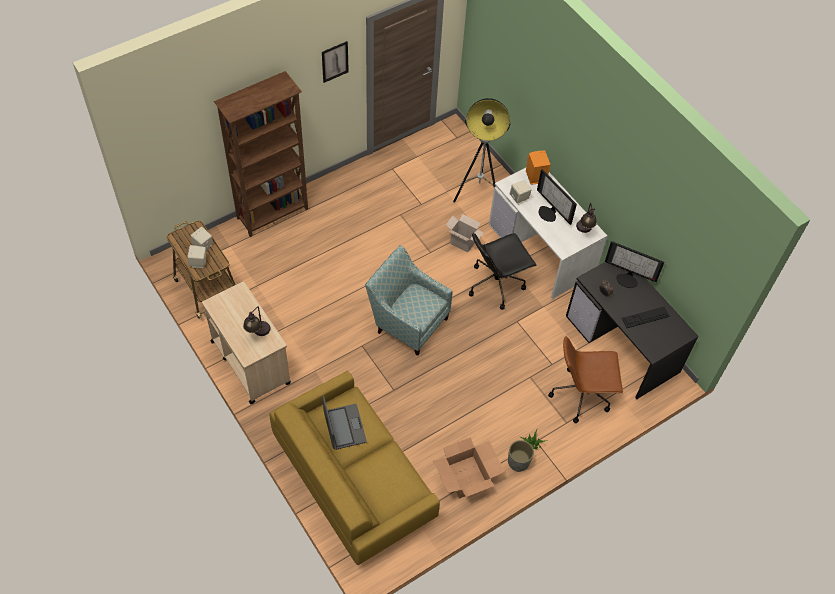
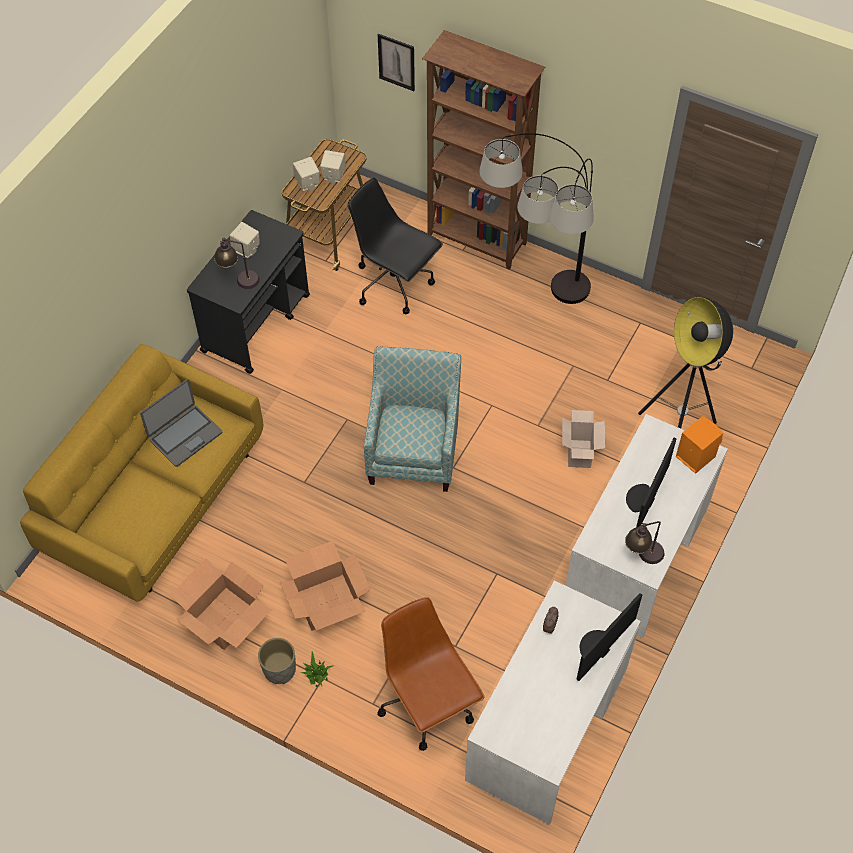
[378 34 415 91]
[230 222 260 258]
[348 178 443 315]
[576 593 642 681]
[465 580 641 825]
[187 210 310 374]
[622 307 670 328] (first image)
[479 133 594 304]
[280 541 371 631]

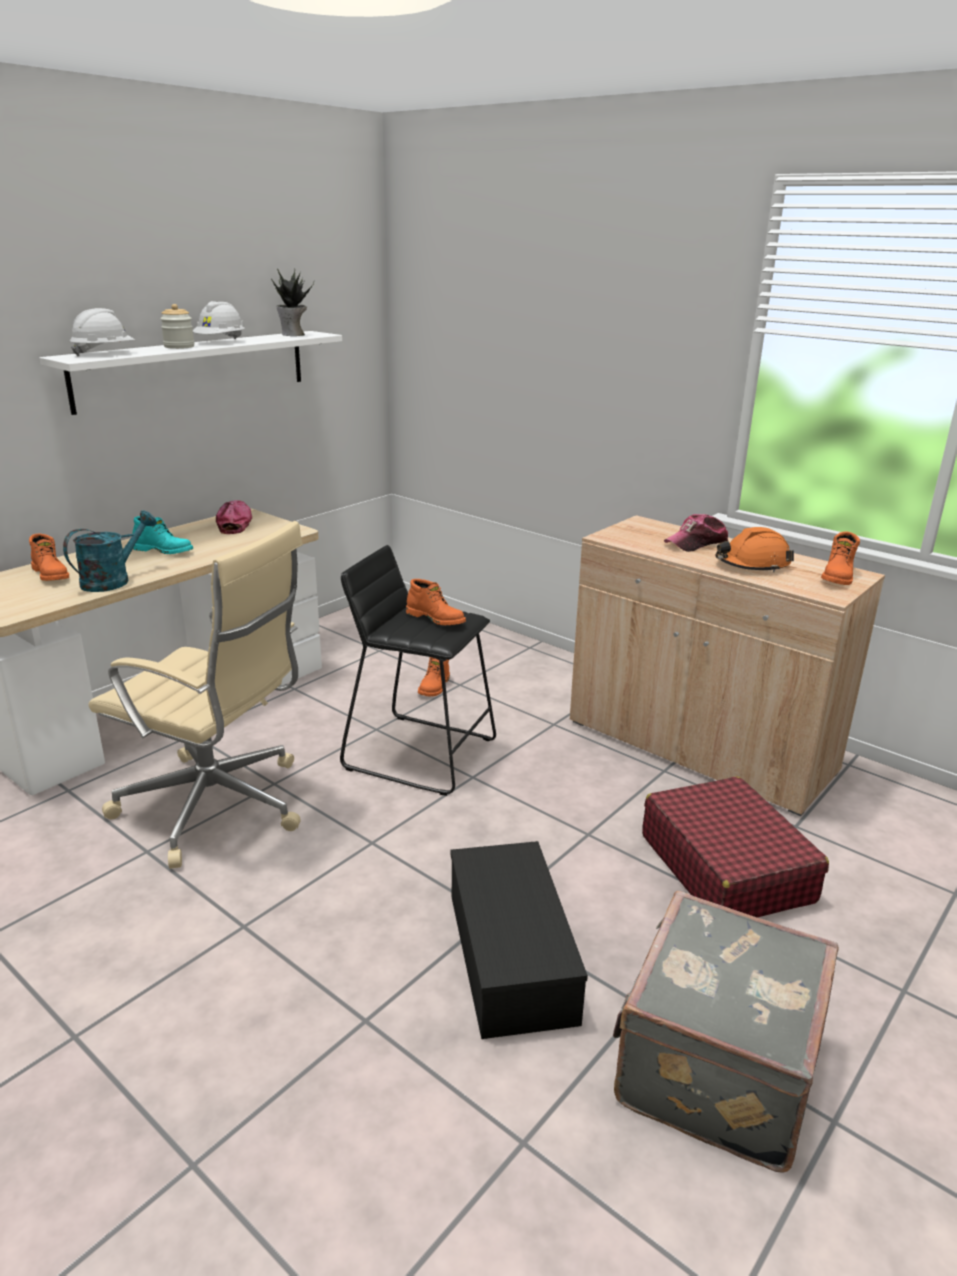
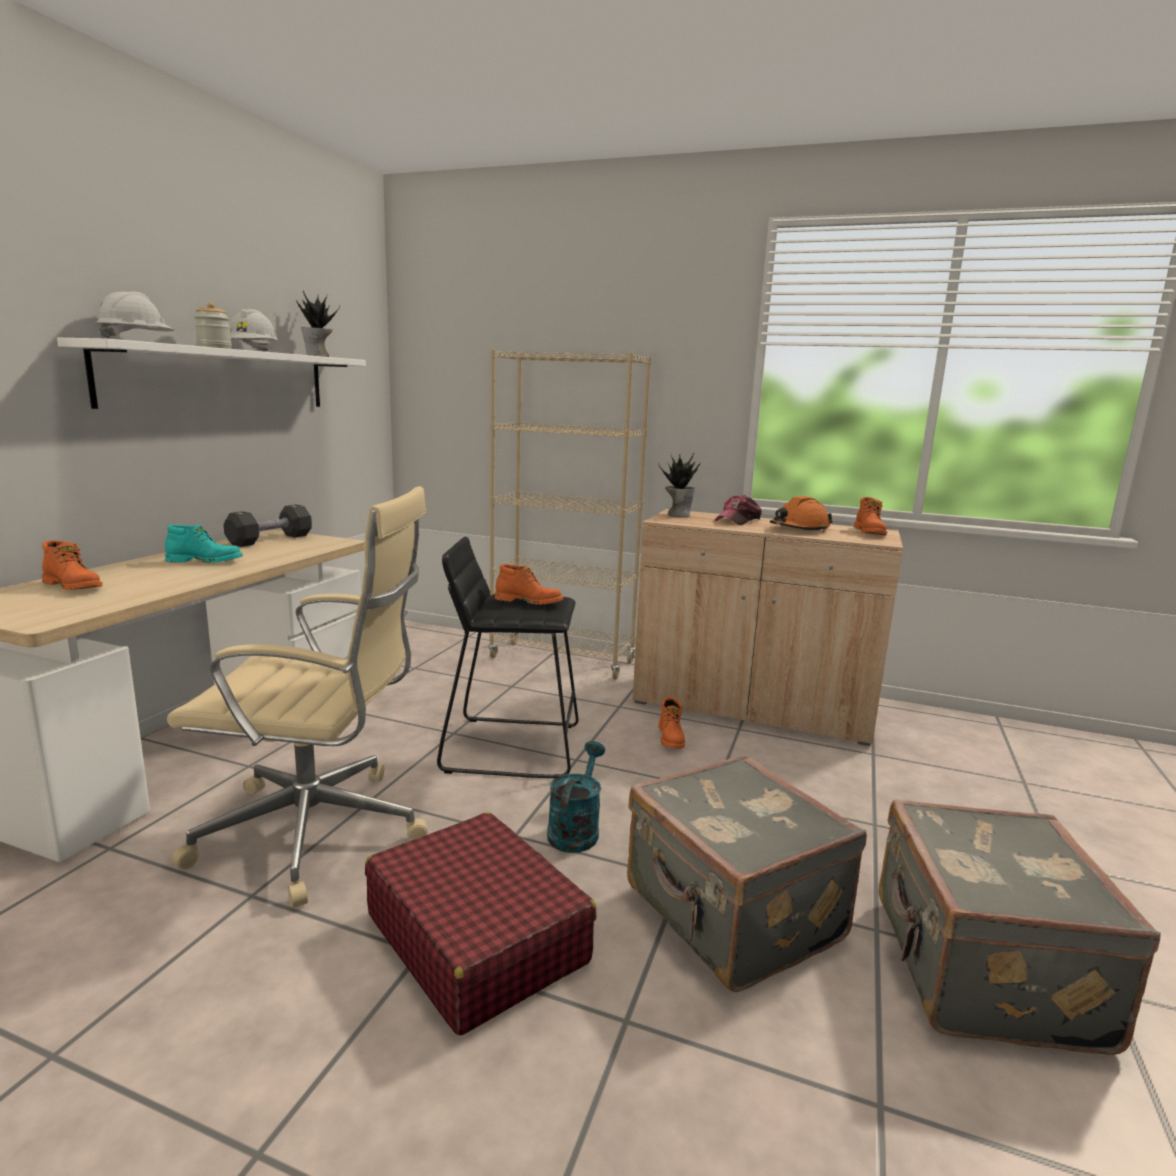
[224 505 312 547]
[547 741 605 853]
[658 697 685 749]
[365 812 597 1036]
[627 755 867 992]
[488 350 651 679]
[658 453 700 517]

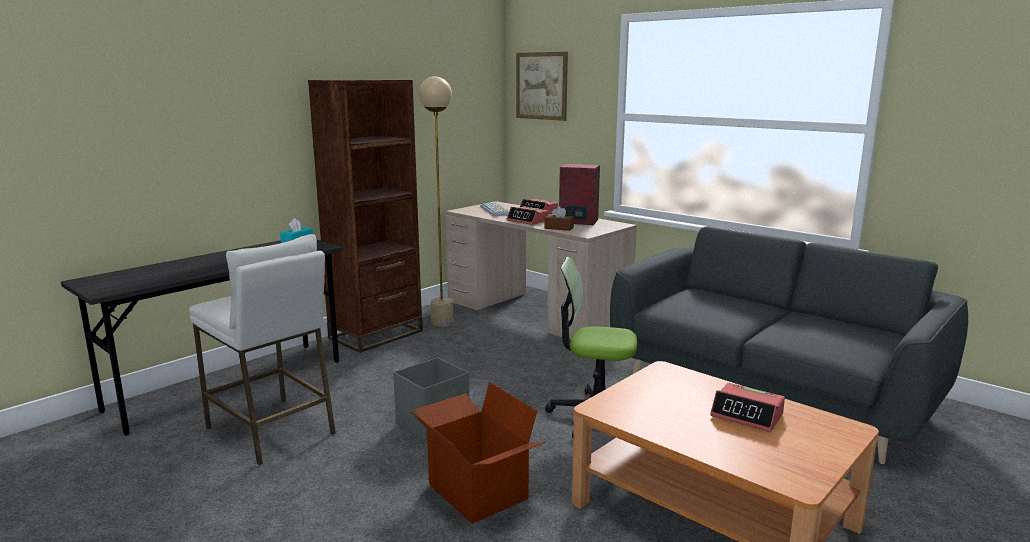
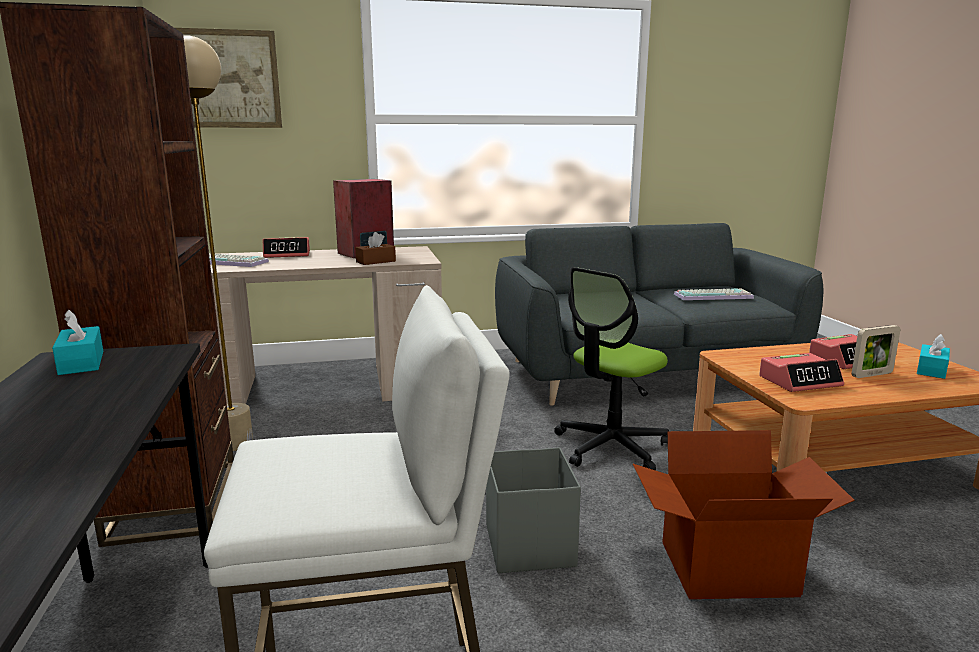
[759 353 844 392]
[674 288 754 300]
[852 325 900 378]
[917 334 950 379]

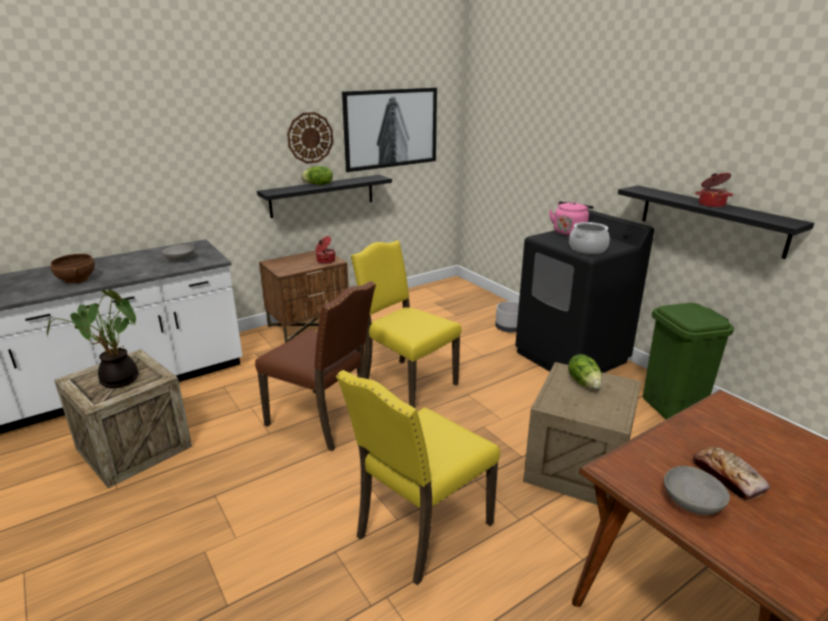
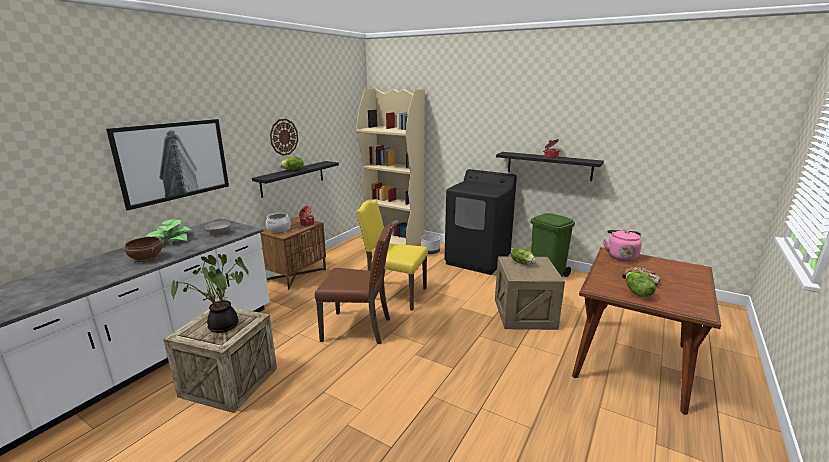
[106 119 229 211]
[603 230 642 261]
[266 213 291 233]
[336 370 500 585] (first image)
[626 271 656 298]
[356 89 425 245]
[146 219 191 246]

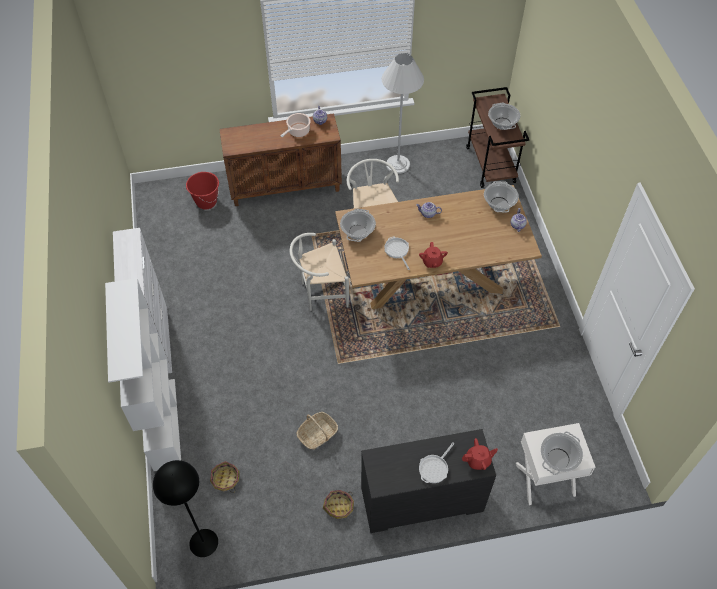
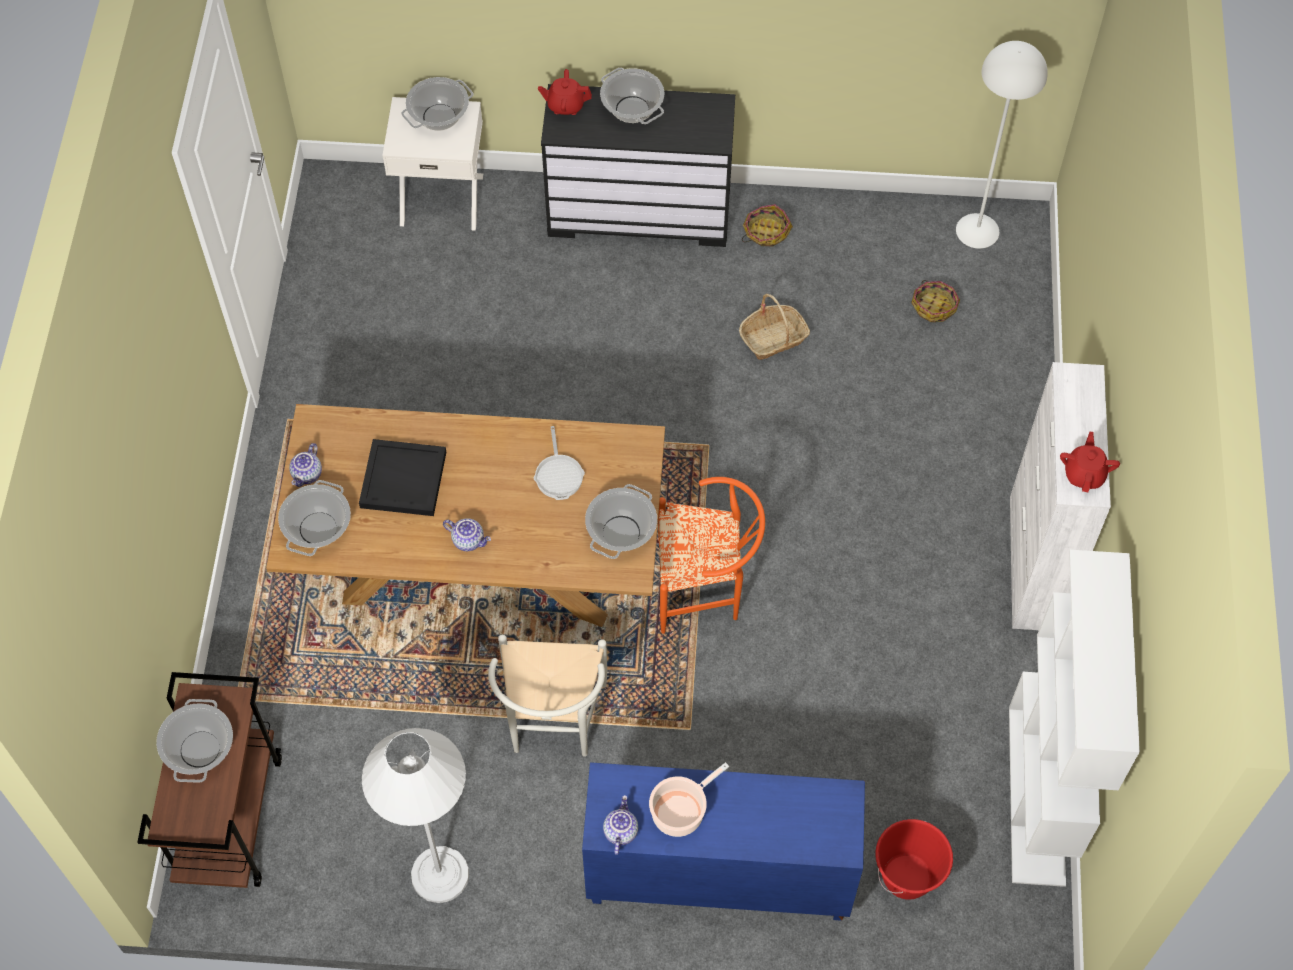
[582 762 865 921]
[658 477 765 633]
[1060 432 1120 492]
[1009 550 1140 887]
[600 68 664 124]
[956 41 1048 249]
[359 439 446 516]

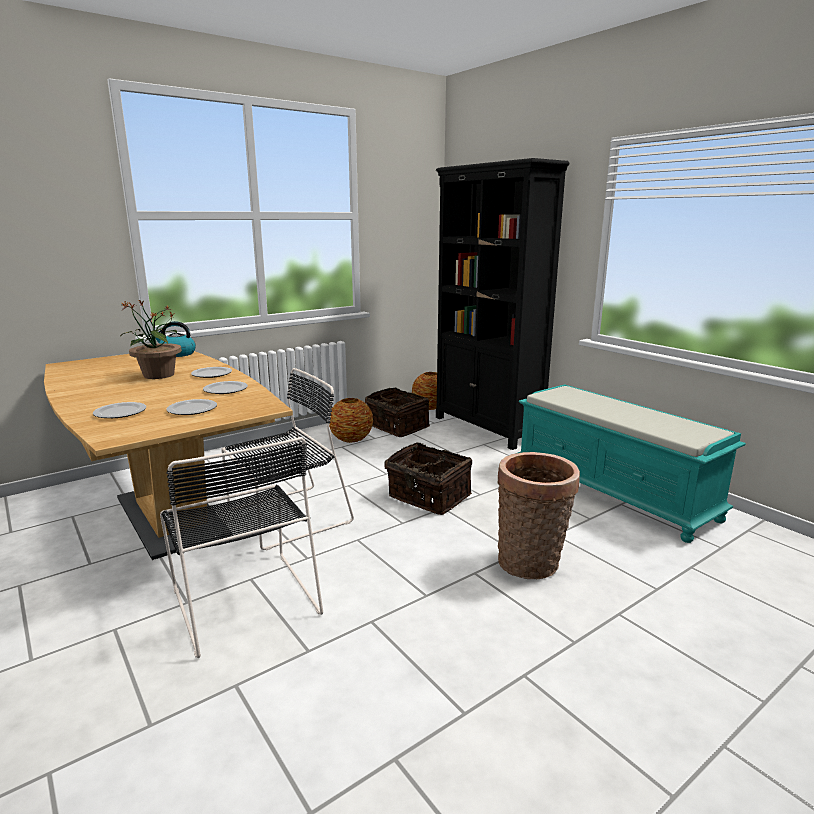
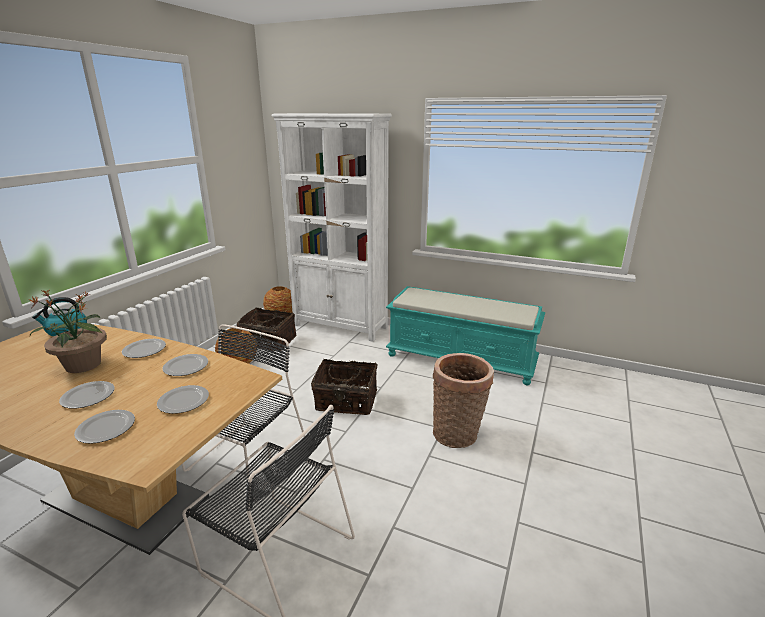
[271 113 392 342]
[59 381 115 408]

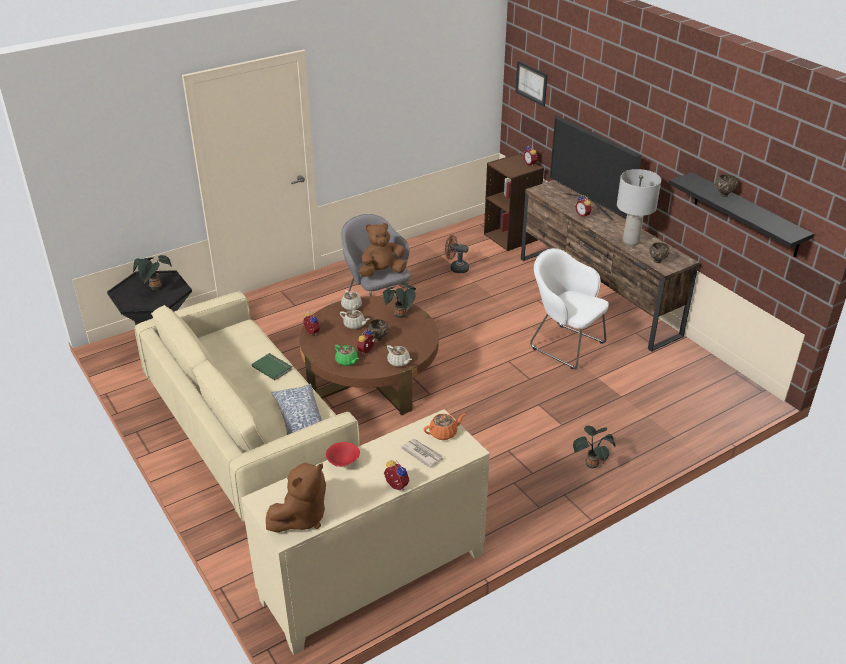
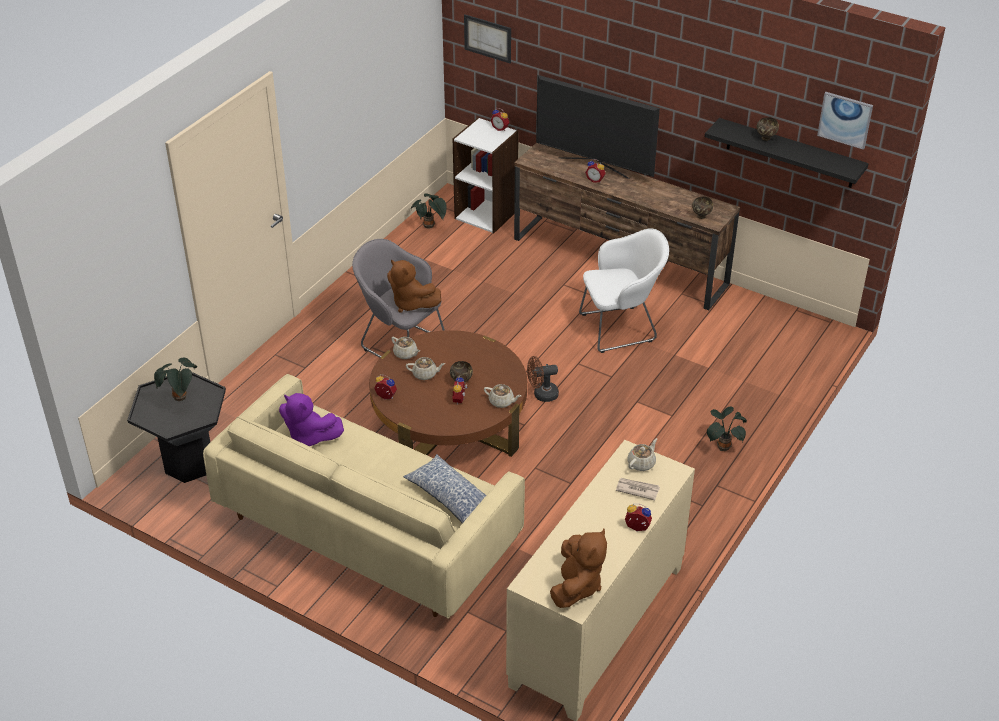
[453 118 519 233]
[617 169 661 246] (first image)
[387 259 441 313]
[527 356 559 402]
[579 228 669 353]
[411 193 447 229]
[335 345 359 366] (first image)
[252 353 292 380] (first image)
[627 438 657 471]
[326 442 360 467] (first image)
[817 92 873 150]
[279 393 344 446]

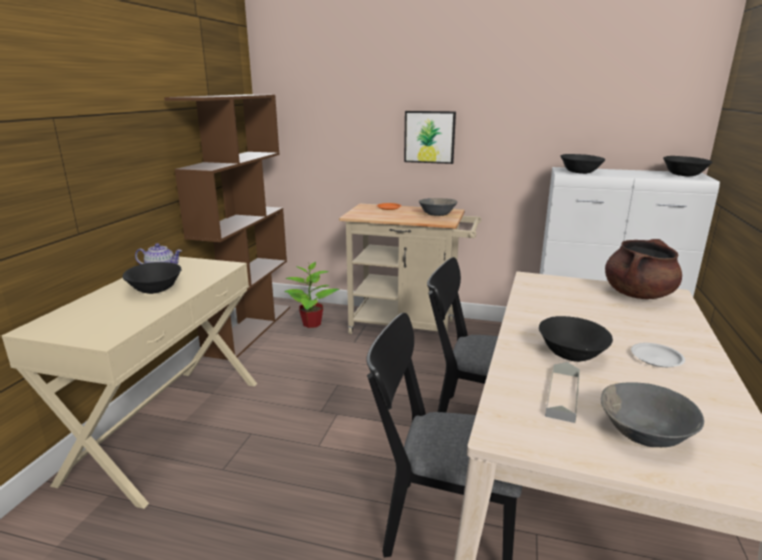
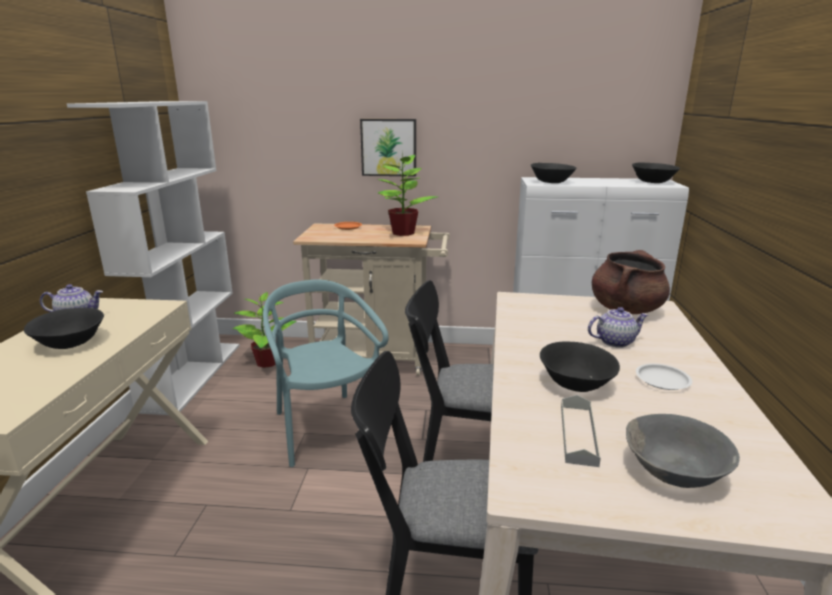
[67 101 240 415]
[377 152 437 236]
[263 280 388 467]
[588 307 648 348]

